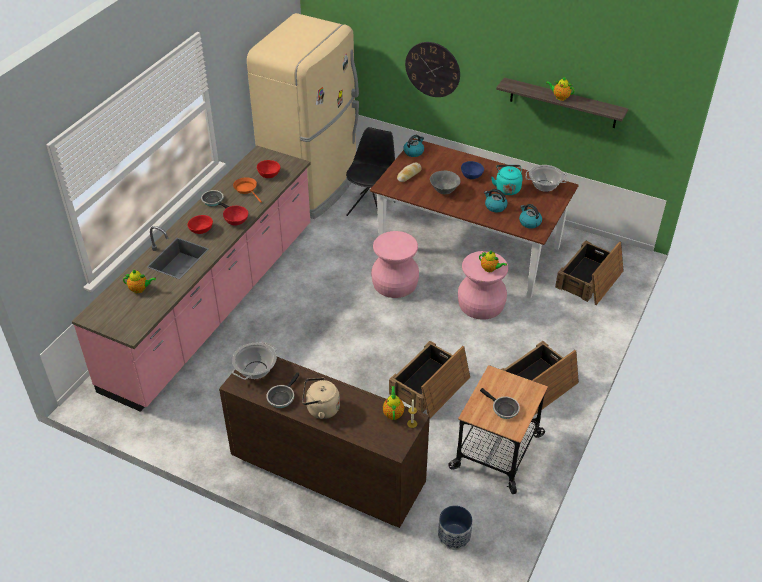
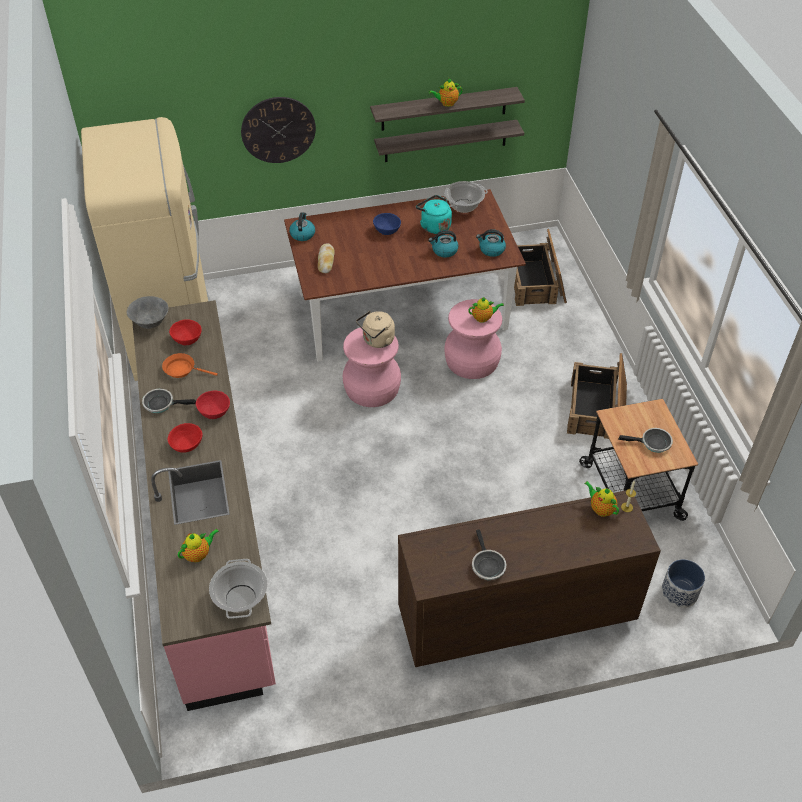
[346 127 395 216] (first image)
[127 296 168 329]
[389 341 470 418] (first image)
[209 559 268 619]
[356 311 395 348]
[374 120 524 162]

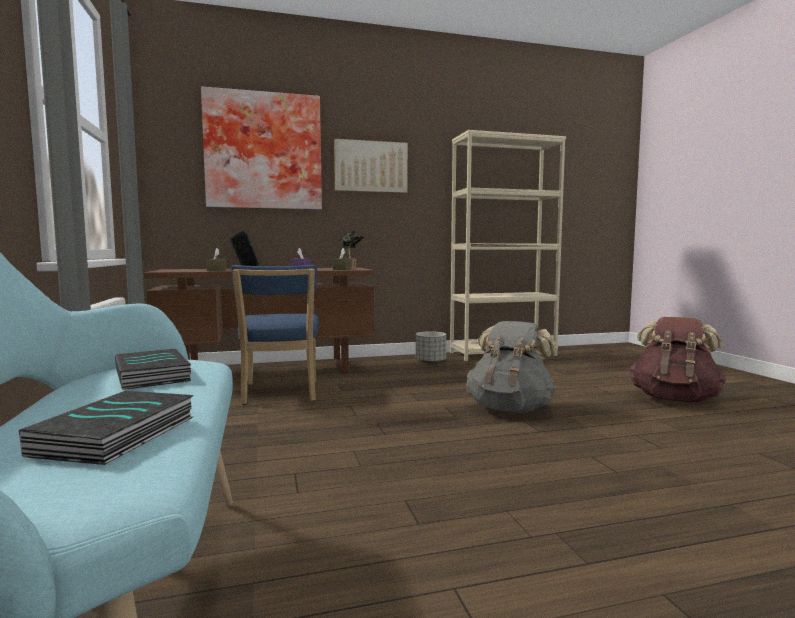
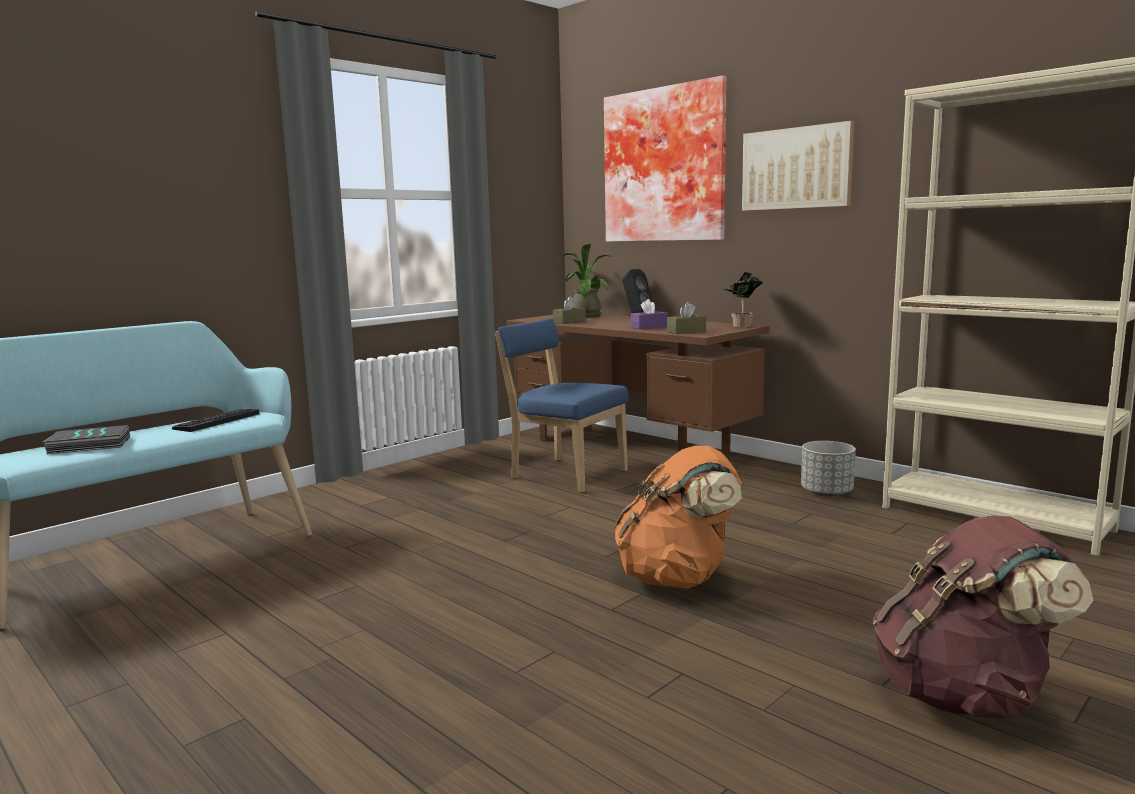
[495 318 629 493]
[615 445 742 589]
[172 409 260 432]
[556 244 617 318]

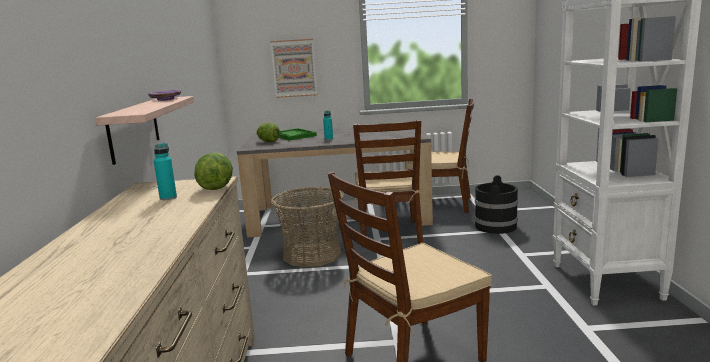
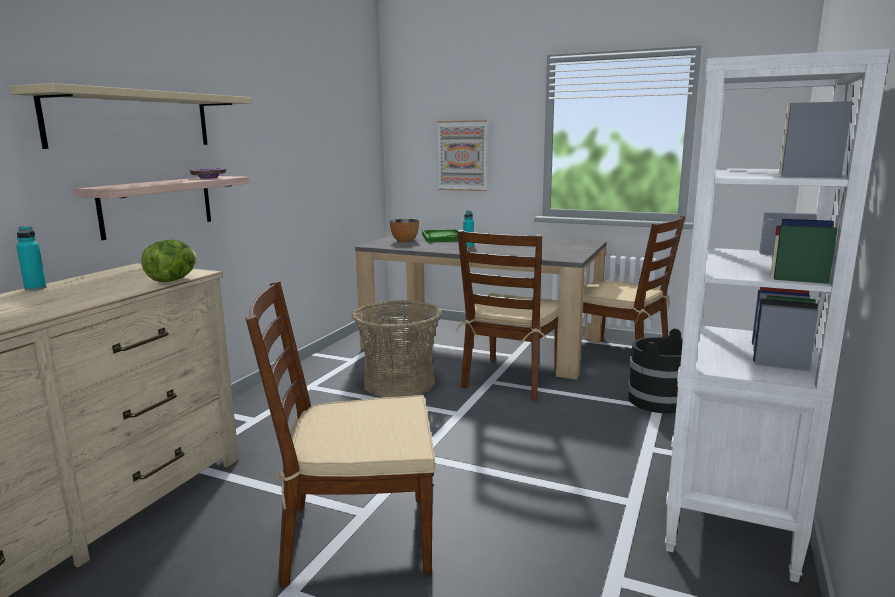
[390 219 419 242]
[16 226 47 291]
[9 83 252 149]

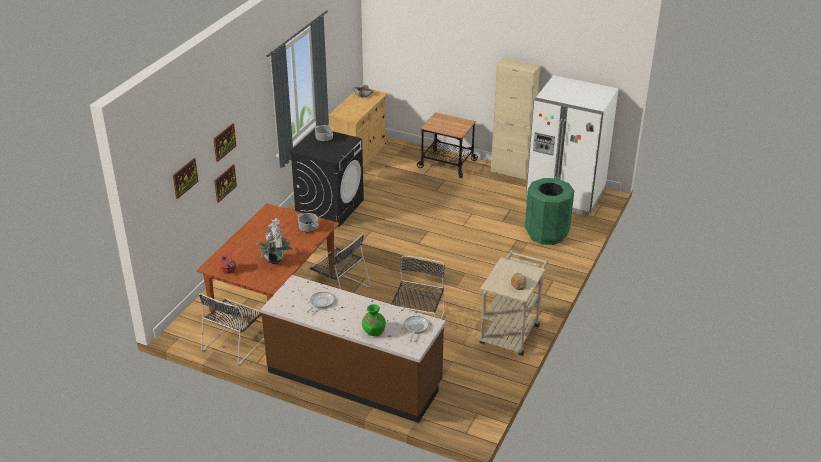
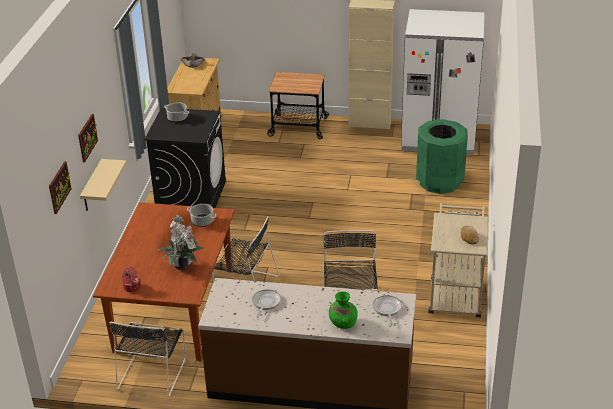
[80 159 127 211]

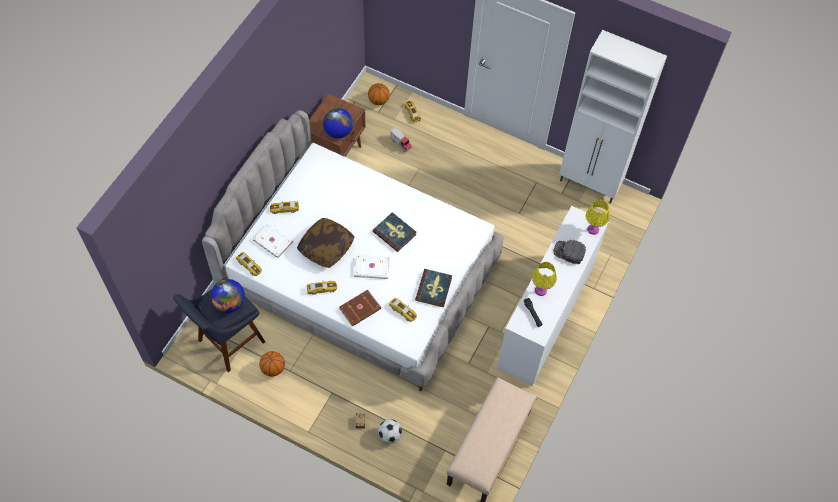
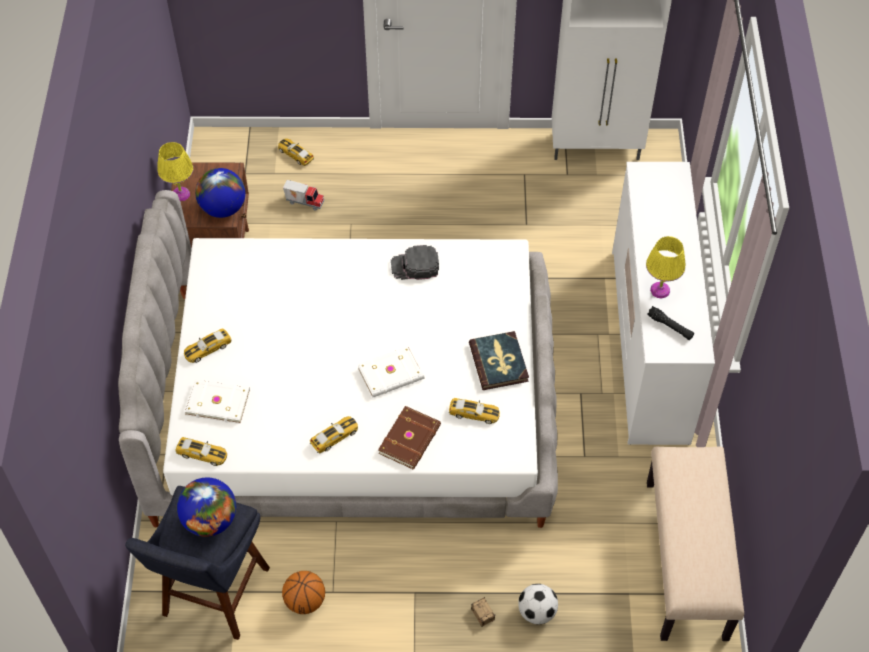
[368 83 390 105] (first image)
[157 142 193 201]
[373 212 417 252] (first image)
[297 218 354 268] (first image)
[391 245 439 280]

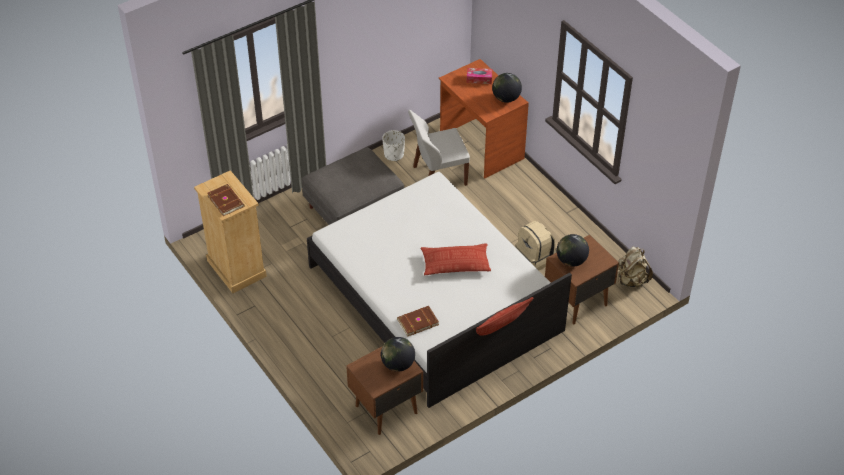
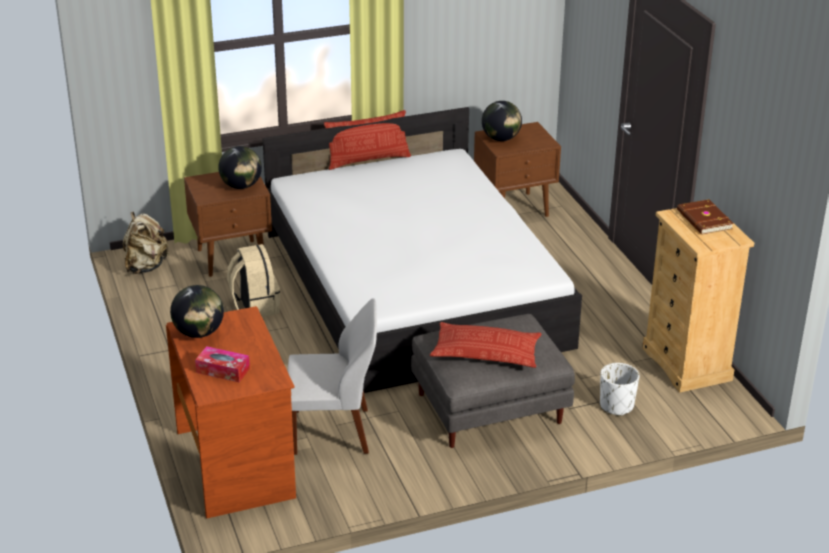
[600 363 639 416]
[430 322 542 368]
[397 306 439 337] (first image)

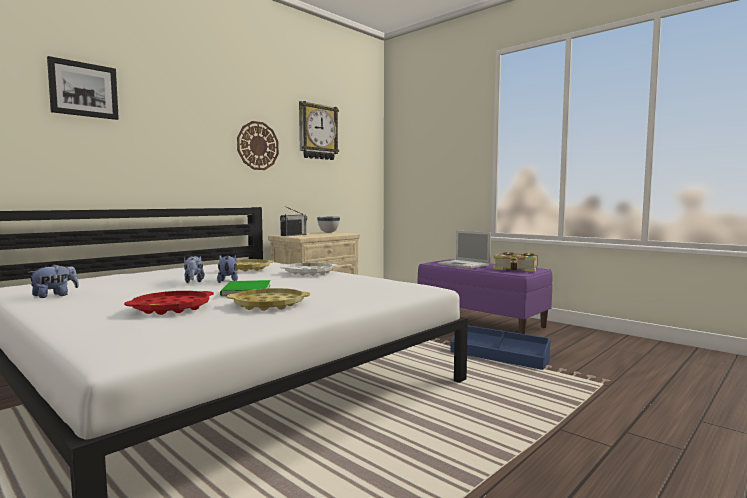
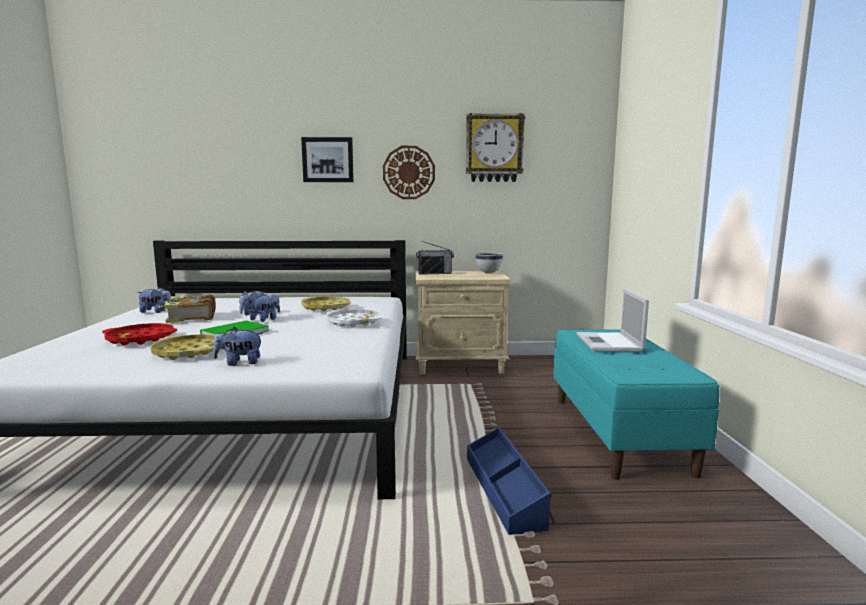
[301 137 354 182]
[158 294 216 323]
[553 329 720 480]
[213 327 263 366]

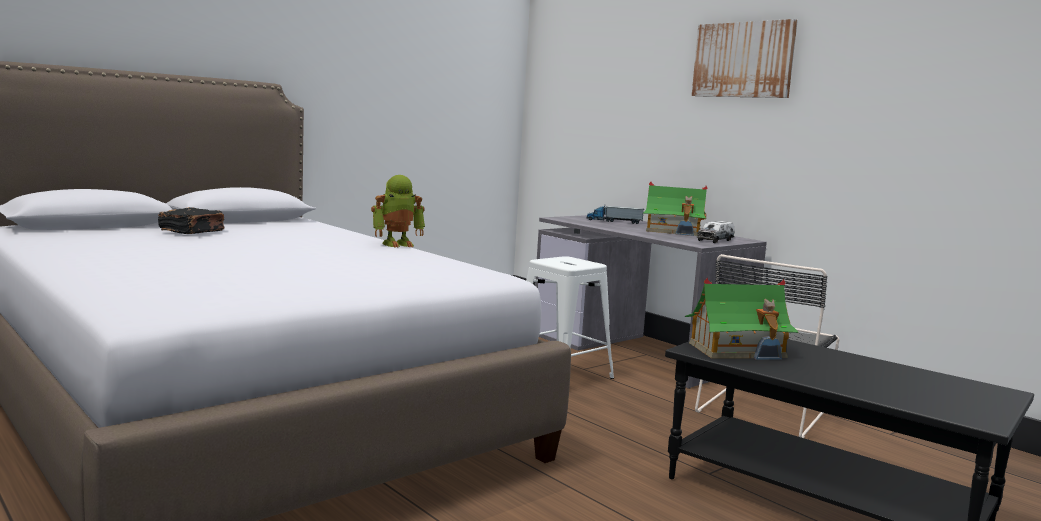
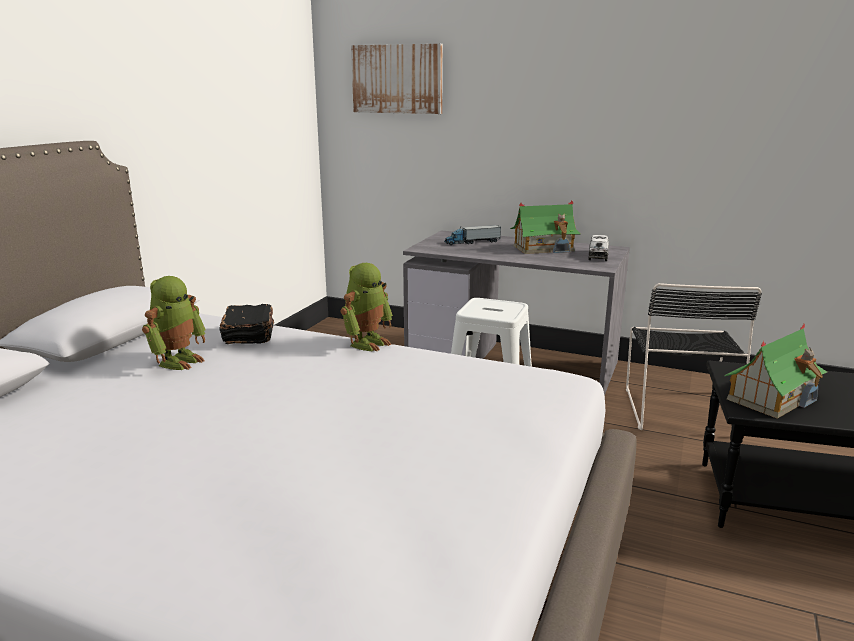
[351 44 443 114]
[219 304 274 344]
[142 276 206 370]

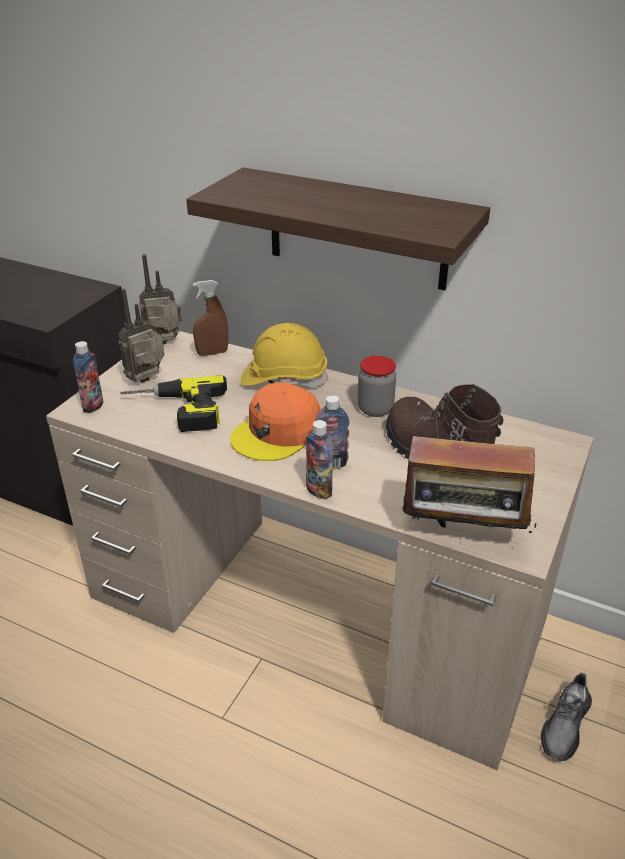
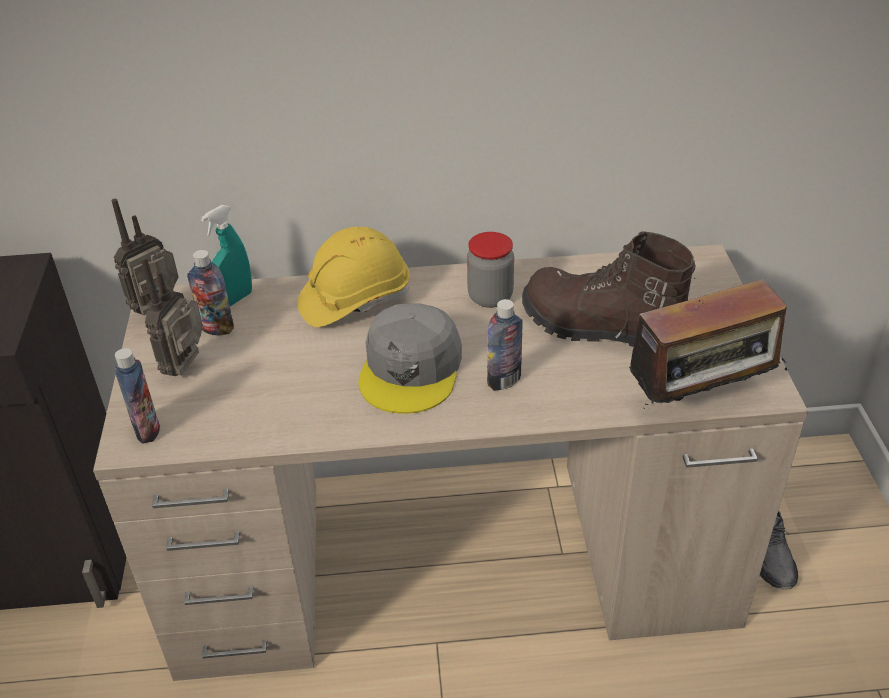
[186 167 490 290] (first image)
[201 205 252 307]
[120 375 227 432] (first image)
[358 303 462 414]
[187 250 234 335]

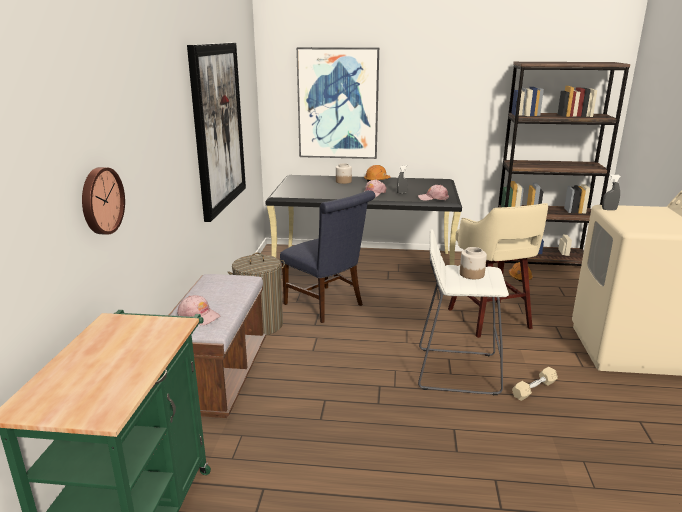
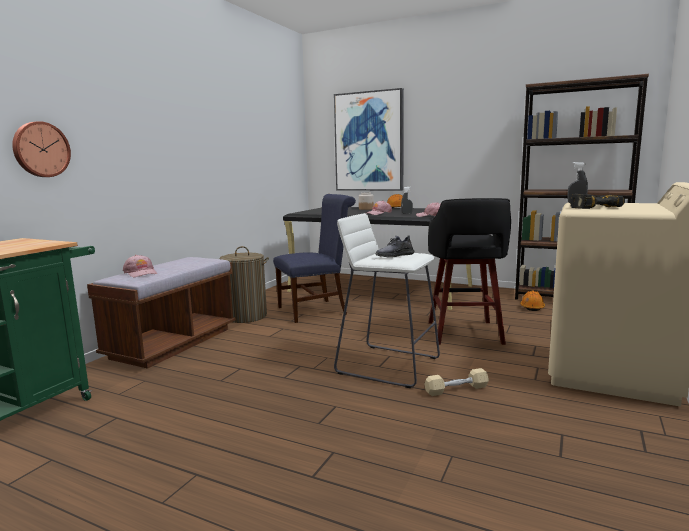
[187 43 246 222] (first image)
[273 194 356 323]
[428 198 511 345]
[376 235 415 258]
[570 194 625 209]

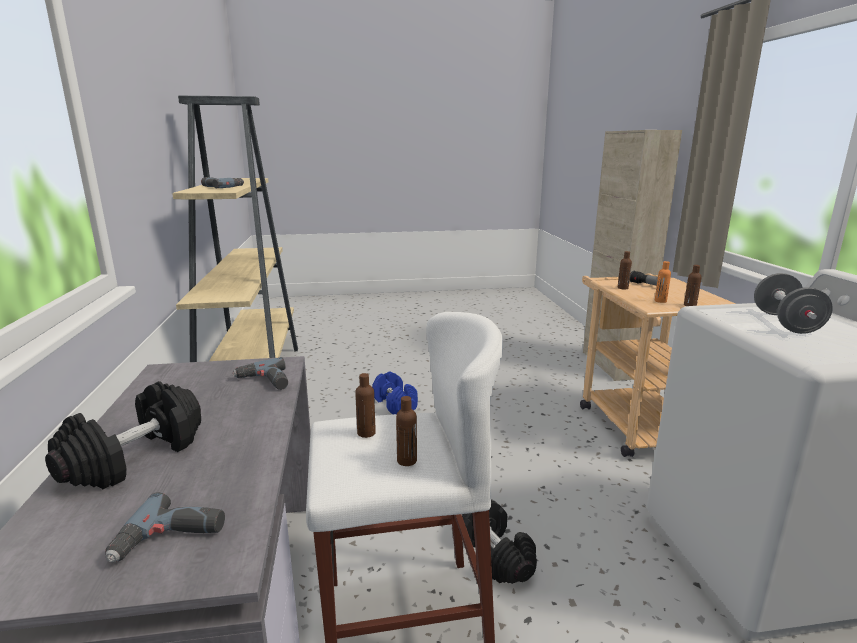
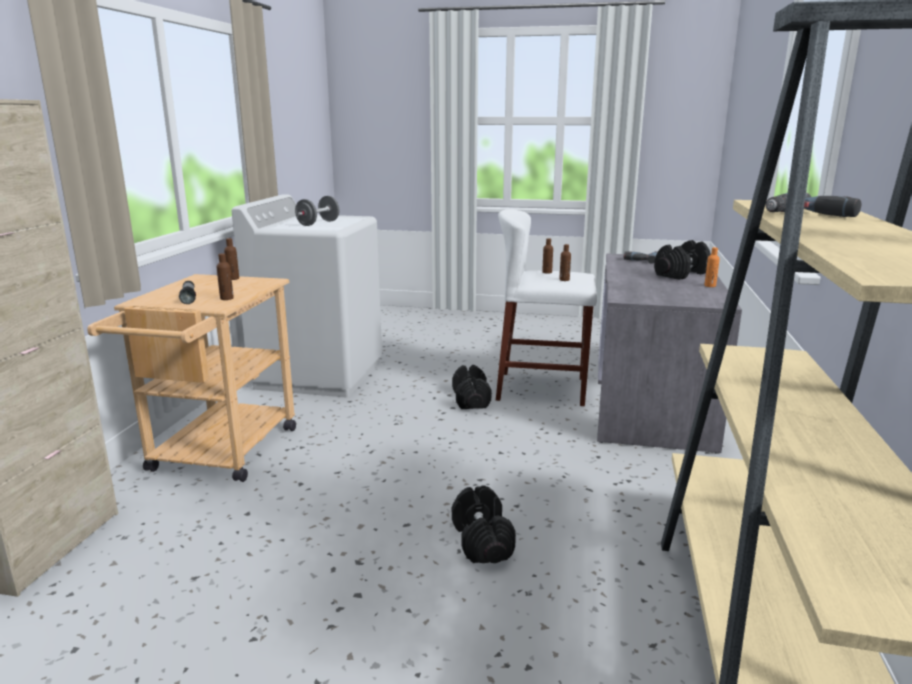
[705 247 720 287]
[232 357 288 390] (first image)
[452 485 516 563]

